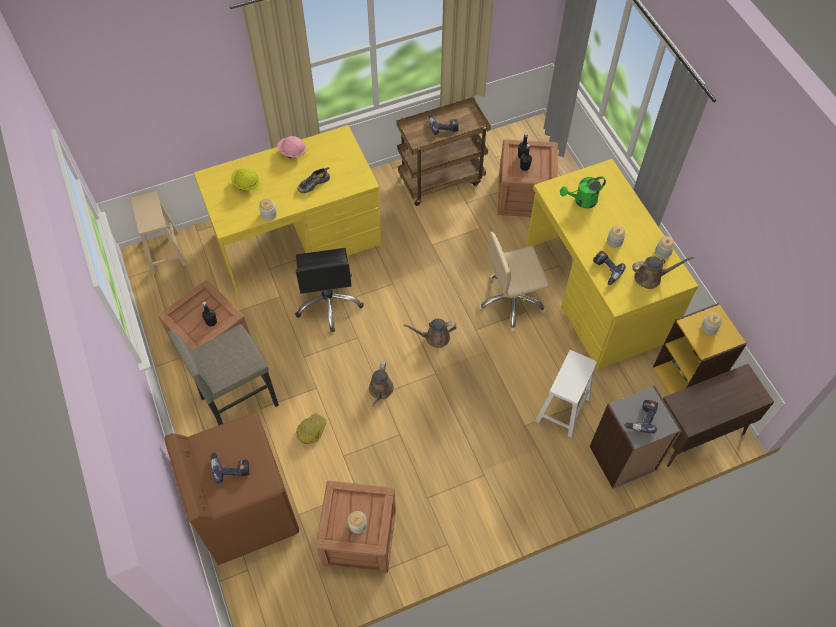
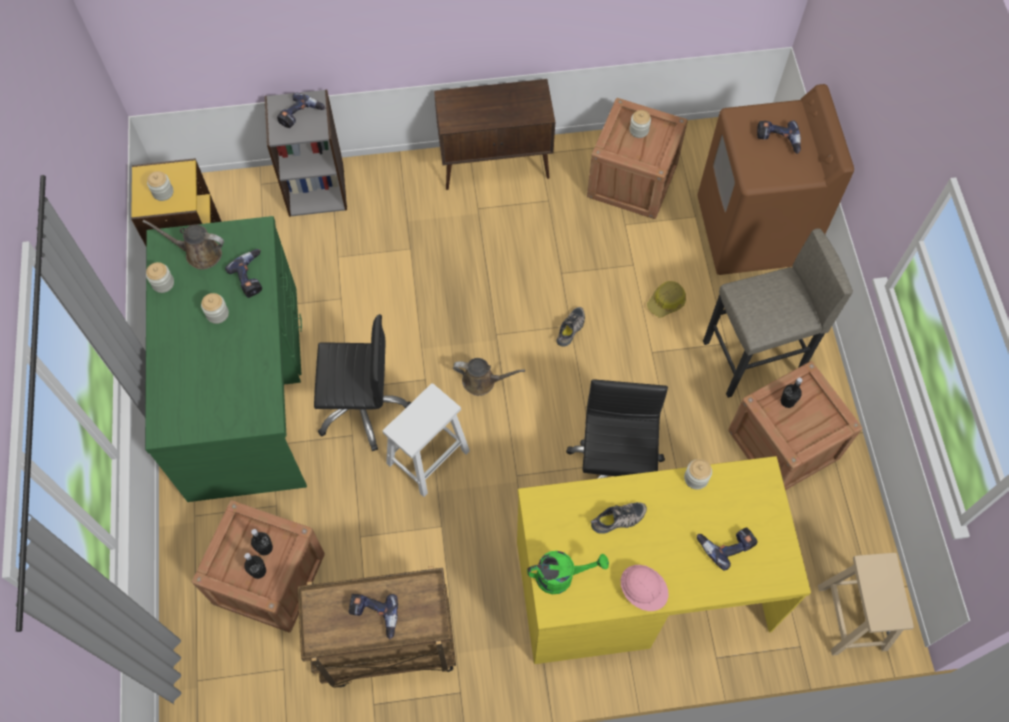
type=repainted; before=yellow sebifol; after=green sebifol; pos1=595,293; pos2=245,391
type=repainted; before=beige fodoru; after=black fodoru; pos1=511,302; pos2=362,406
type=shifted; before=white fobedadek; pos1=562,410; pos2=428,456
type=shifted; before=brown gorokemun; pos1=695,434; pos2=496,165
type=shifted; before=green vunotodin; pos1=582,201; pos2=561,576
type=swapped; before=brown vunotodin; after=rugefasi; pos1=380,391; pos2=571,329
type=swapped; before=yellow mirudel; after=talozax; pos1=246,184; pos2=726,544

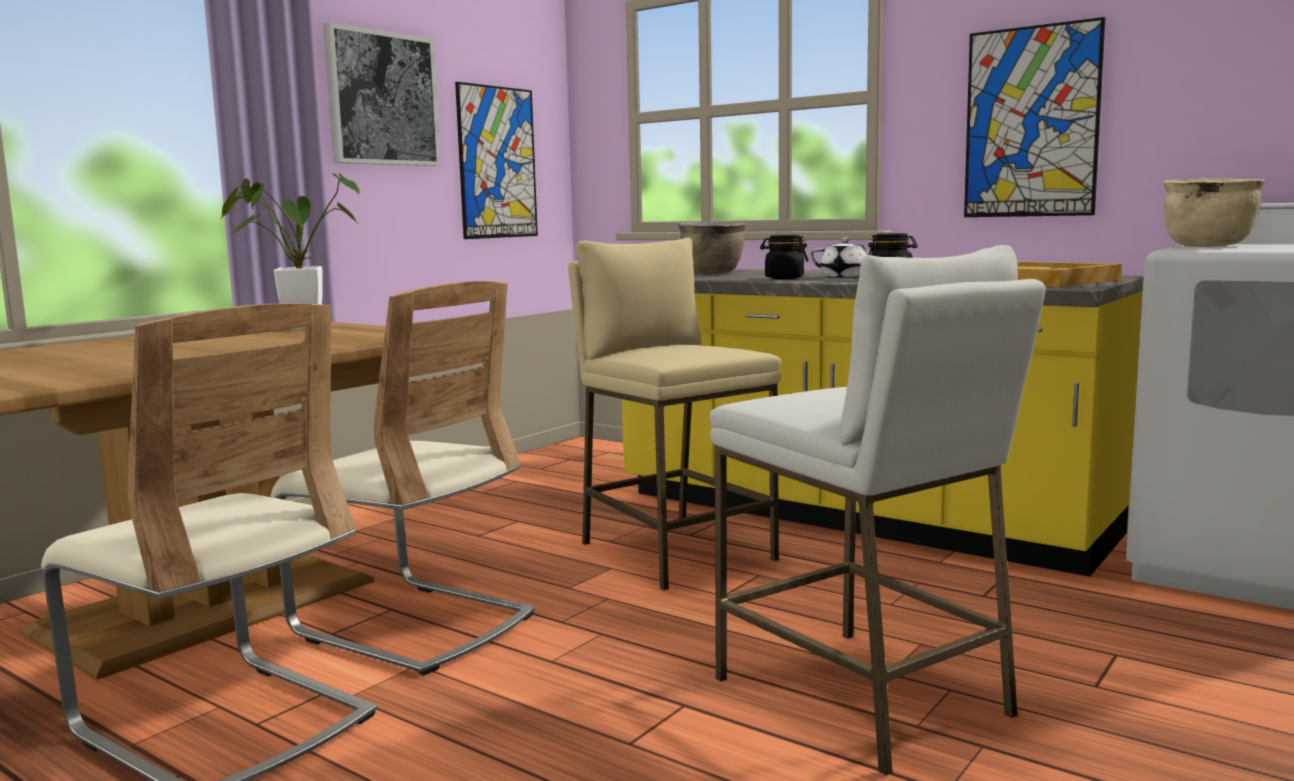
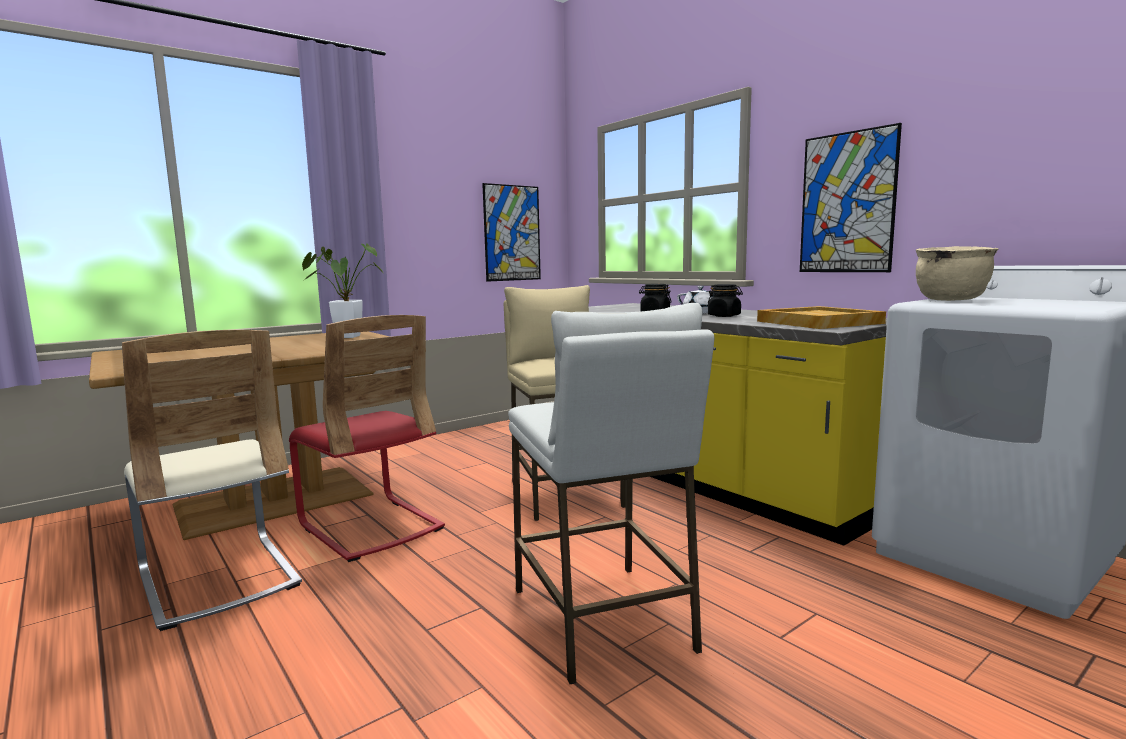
type=repainted; before=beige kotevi; after=red kotevi; pos1=412,625; pos2=370,526
type=gone; before=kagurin; pos1=382,99
type=gone; before=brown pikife; pos1=712,273

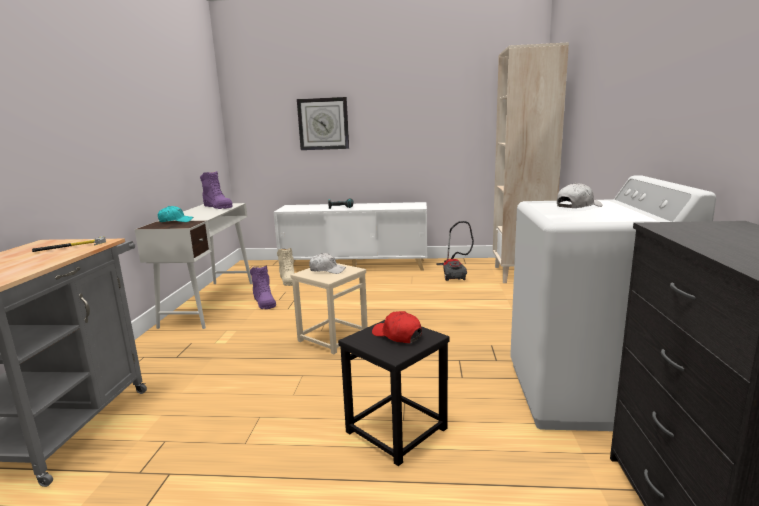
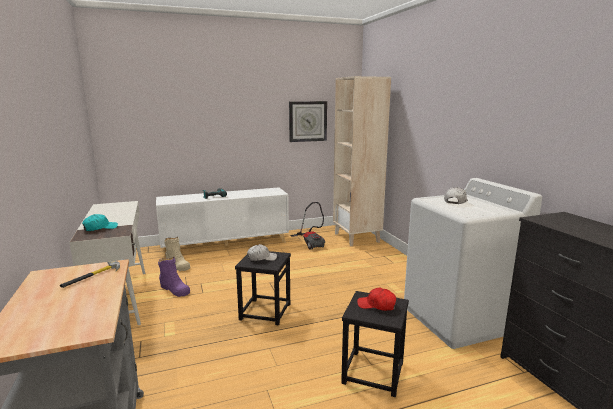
type=repainted; before=beige fobedadek; after=black fobedadek; pos1=332,337; pos2=265,311
type=shifted; before=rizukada; pos1=323,124; pos2=307,121
type=gone; before=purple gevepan; pos1=217,206

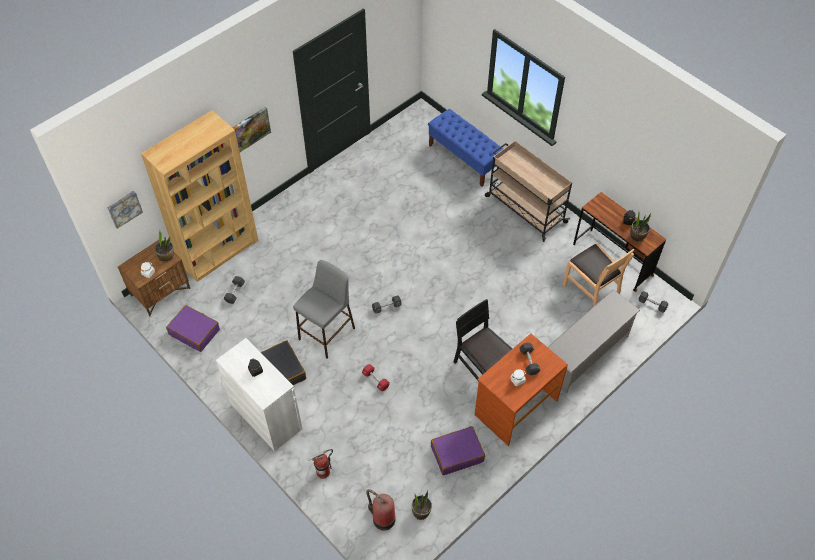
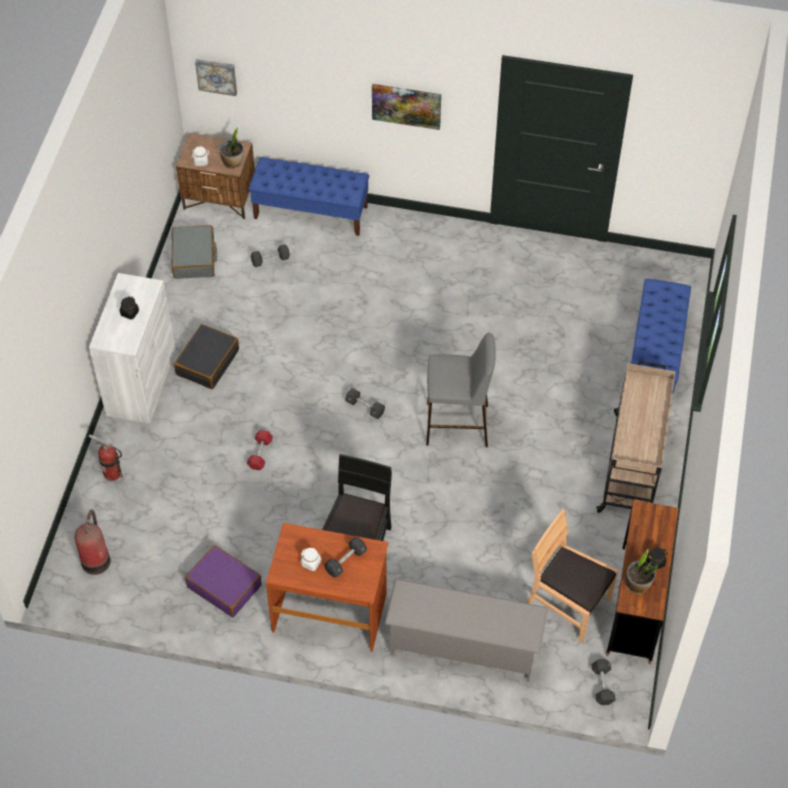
type=repainted; before=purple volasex; after=grey volasex; pos1=194,332; pos2=194,258
type=swapped; before=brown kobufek; after=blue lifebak; pos1=219,251; pos2=311,212
type=shifted; before=grey fobedadek; pos1=327,333; pos2=457,425
type=rotated; before=brown kotevi; pos1=591,289; pos2=568,604; turn=105
type=gone; before=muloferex; pos1=421,512

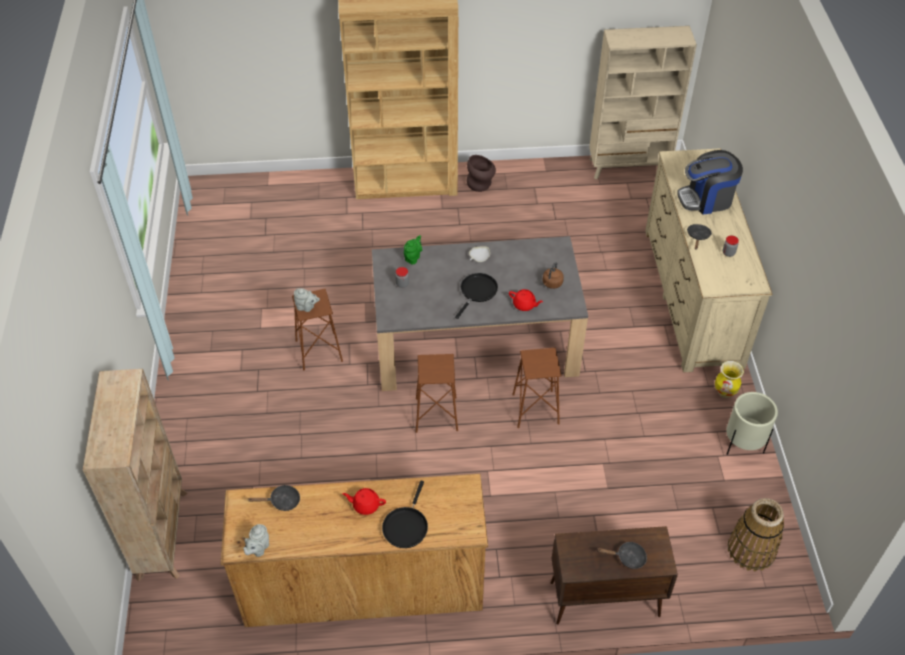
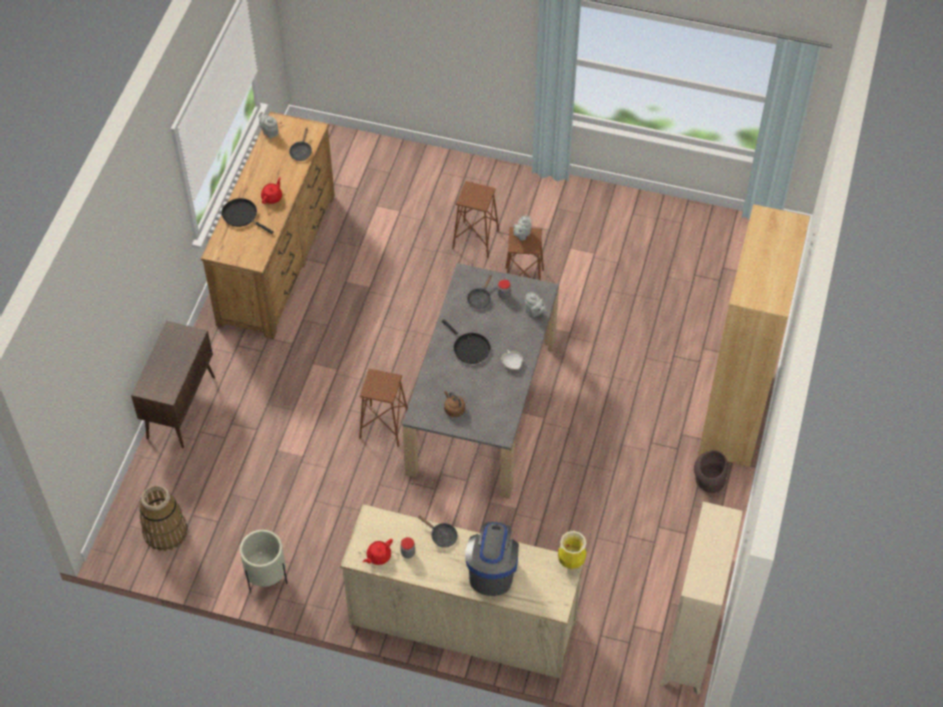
type=shifted; before=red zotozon; pos1=524,305; pos2=378,556
type=shifted; before=brown fobedadek; pos1=436,414; pos2=475,239
type=shifted; before=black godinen; pos1=628,557; pos2=480,299
type=repainted; before=green zotozon; after=grey zotozon; pos1=413,257; pos2=534,312
type=shifted; before=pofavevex; pos1=725,392; pos2=571,563
type=gone; before=beige kobufek; pos1=163,534

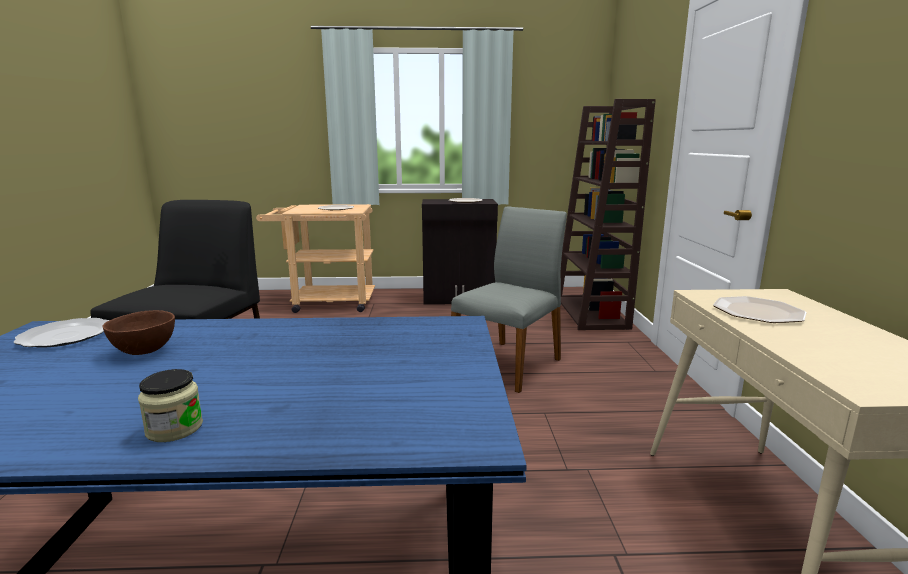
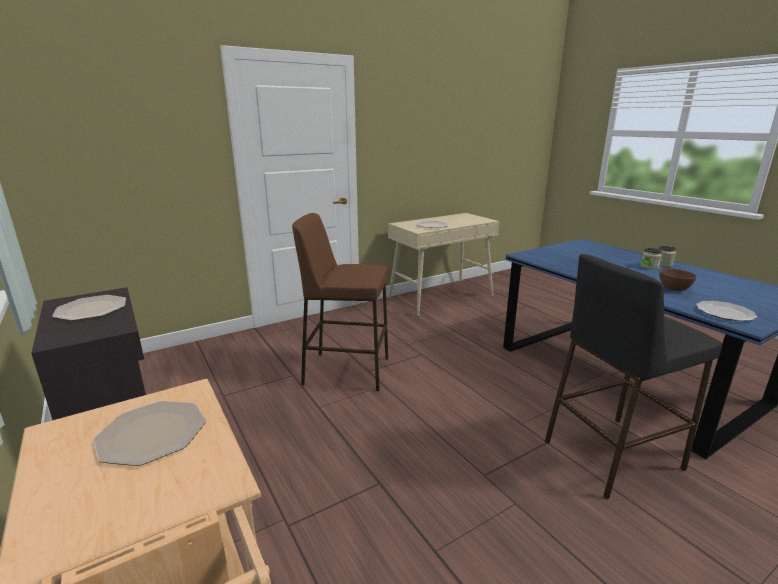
type=swapped; before=grey kotevi; after=brown fobedadek; pos1=508,364; pos2=346,371
type=new; after=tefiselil; pos2=649,266
type=gone; before=brown kobufek; pos1=591,313

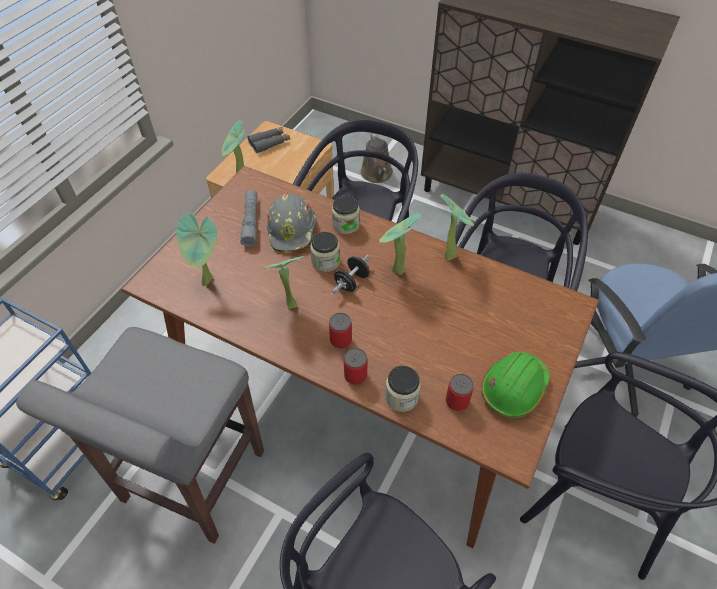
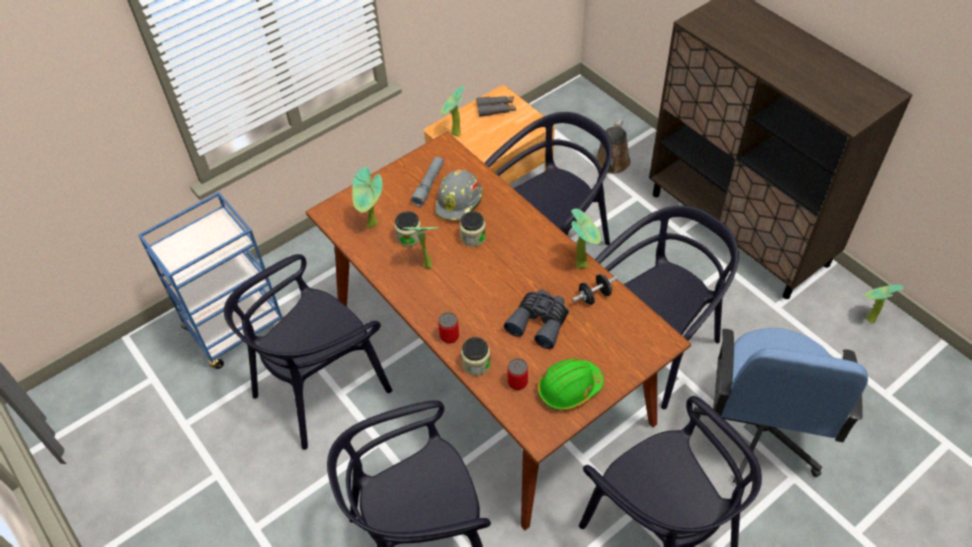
type=swapped; before=grey fobedadek; after=black kotevi; pos1=192,477; pos2=321,388
type=shifted; before=tefiselil; pos1=346,225; pos2=409,237
type=new; after=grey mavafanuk; pos2=539,322
type=shifted; before=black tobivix; pos1=352,282; pos2=594,296
type=shifted; before=muloferex; pos1=395,271; pos2=867,319
type=gone; before=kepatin; pos1=340,340

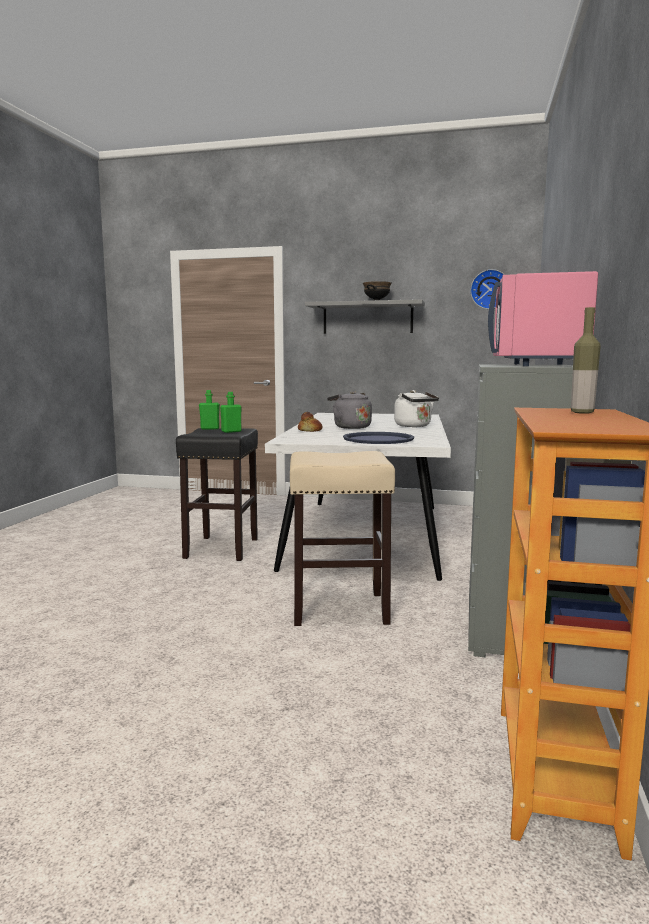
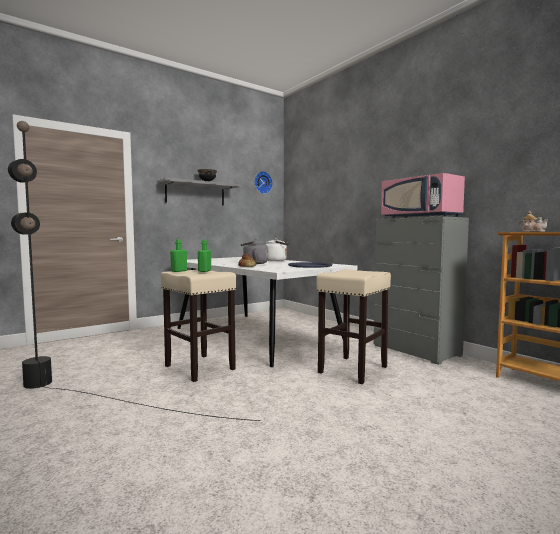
type=new; after=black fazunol; pos2=89,393
type=repainted; before=black fobedadek; after=beige fobedadek; pos1=222,548; pos2=199,367
type=swapped; before=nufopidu; after=zotozon; pos1=582,412; pos2=533,231

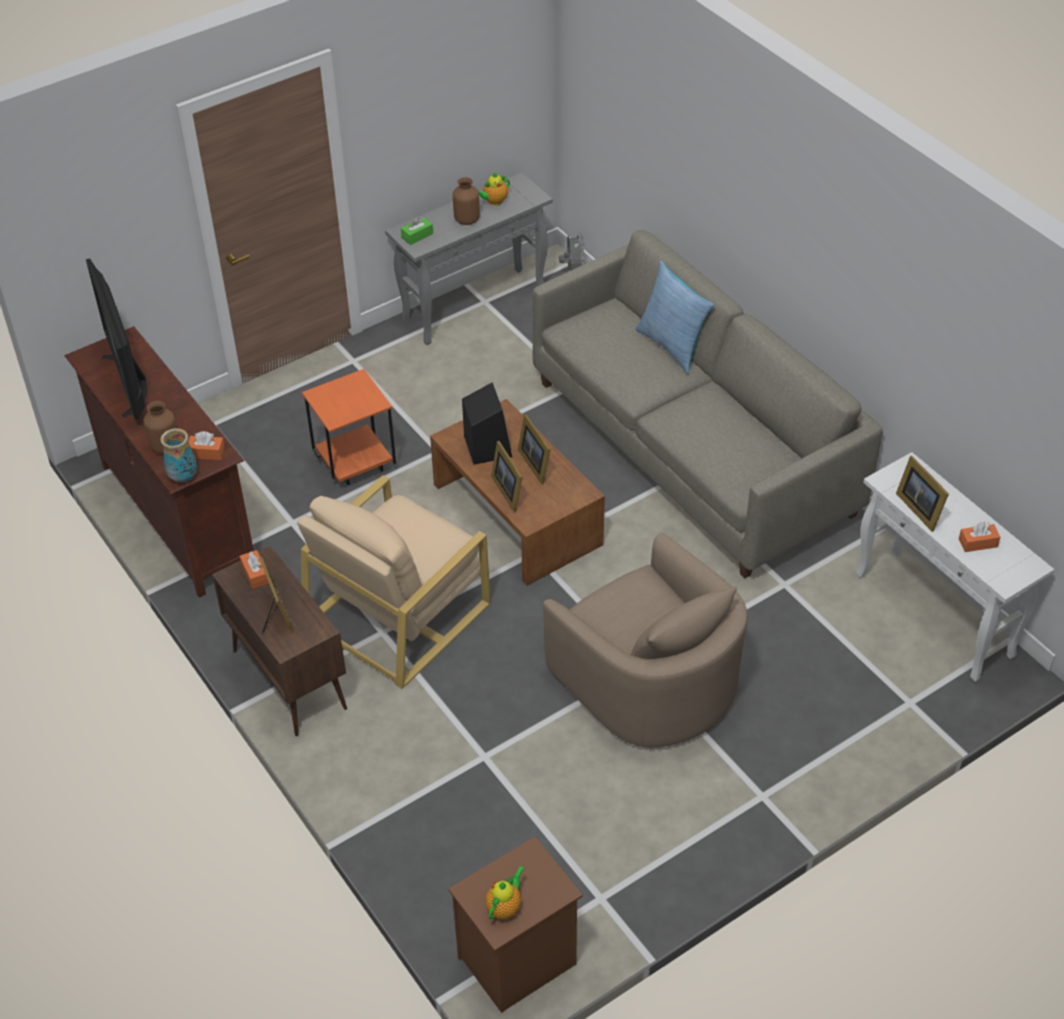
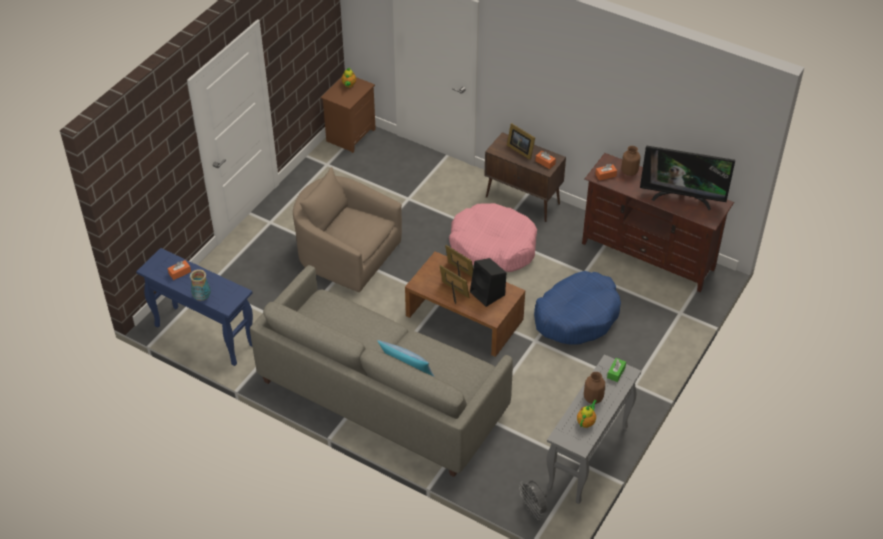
type=repainted; before=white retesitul; after=blue retesitul; pos1=935,616; pos2=203,335
type=shifted; before=pofavevex; pos1=183,477; pos2=202,298
type=swapped; before=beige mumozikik; after=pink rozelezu; pos1=398,612; pos2=493,246
type=swapped; before=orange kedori; after=blue rozelezu; pos1=355,465; pos2=577,316
type=rotated; before=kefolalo; pos1=130,382; pos2=682,198; turn=150
type=gone; before=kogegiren; pos1=919,508

